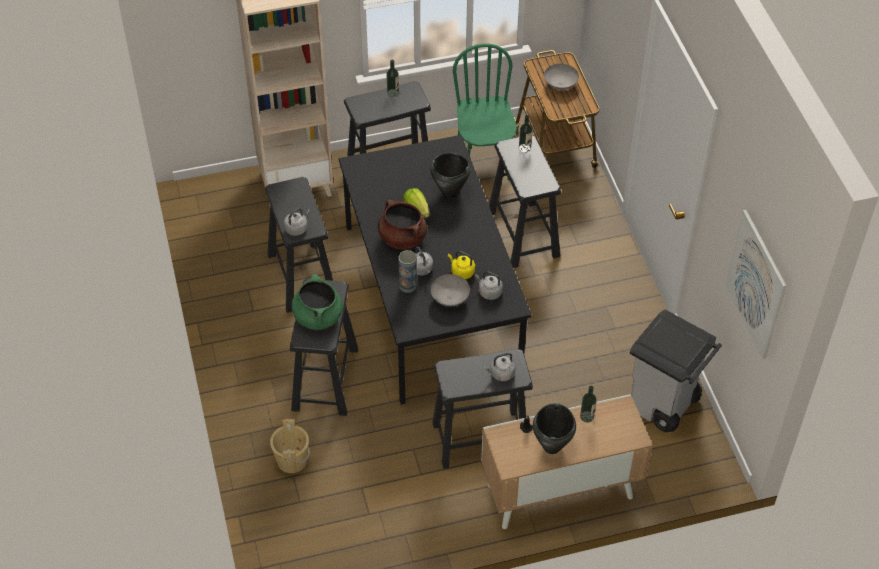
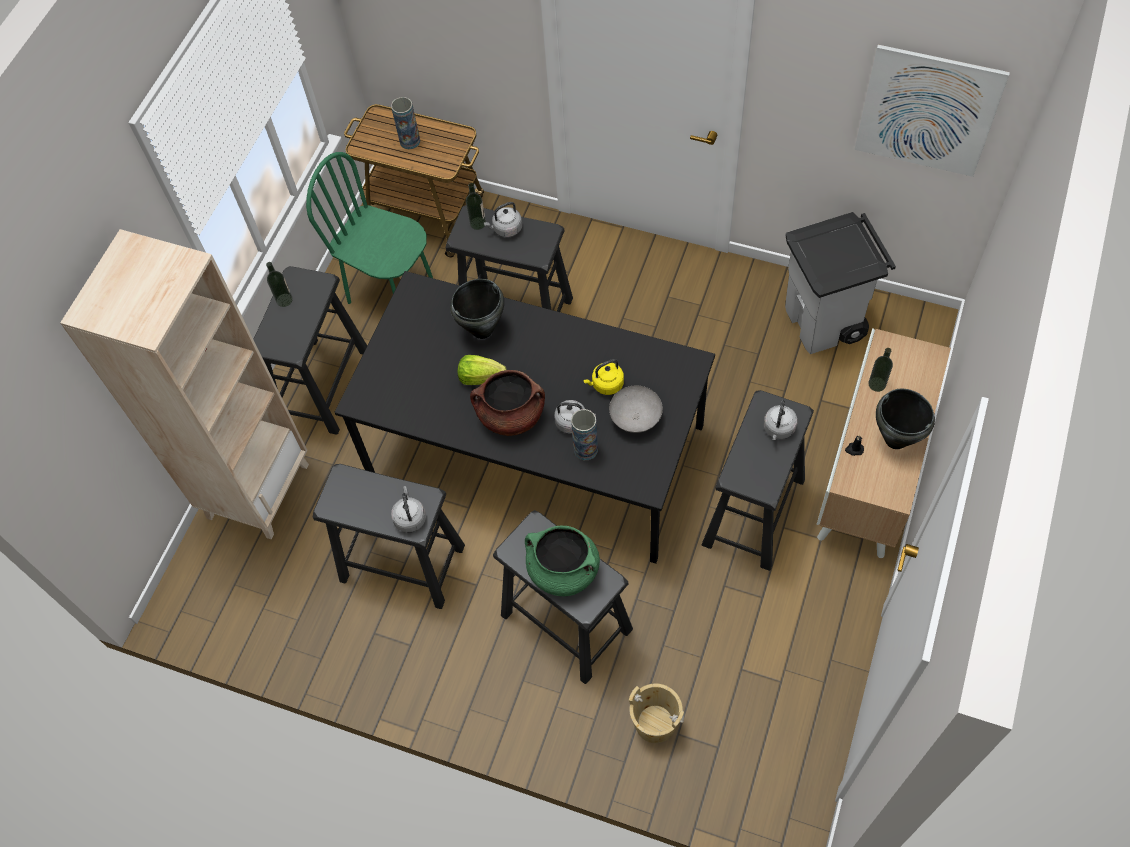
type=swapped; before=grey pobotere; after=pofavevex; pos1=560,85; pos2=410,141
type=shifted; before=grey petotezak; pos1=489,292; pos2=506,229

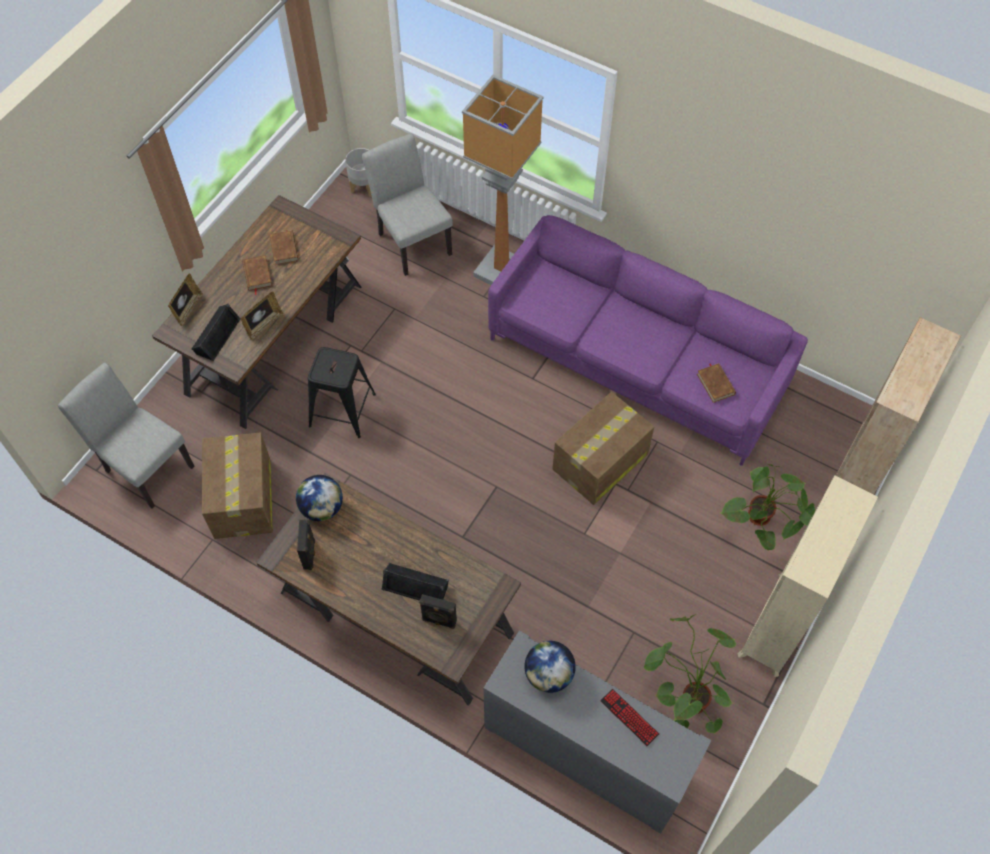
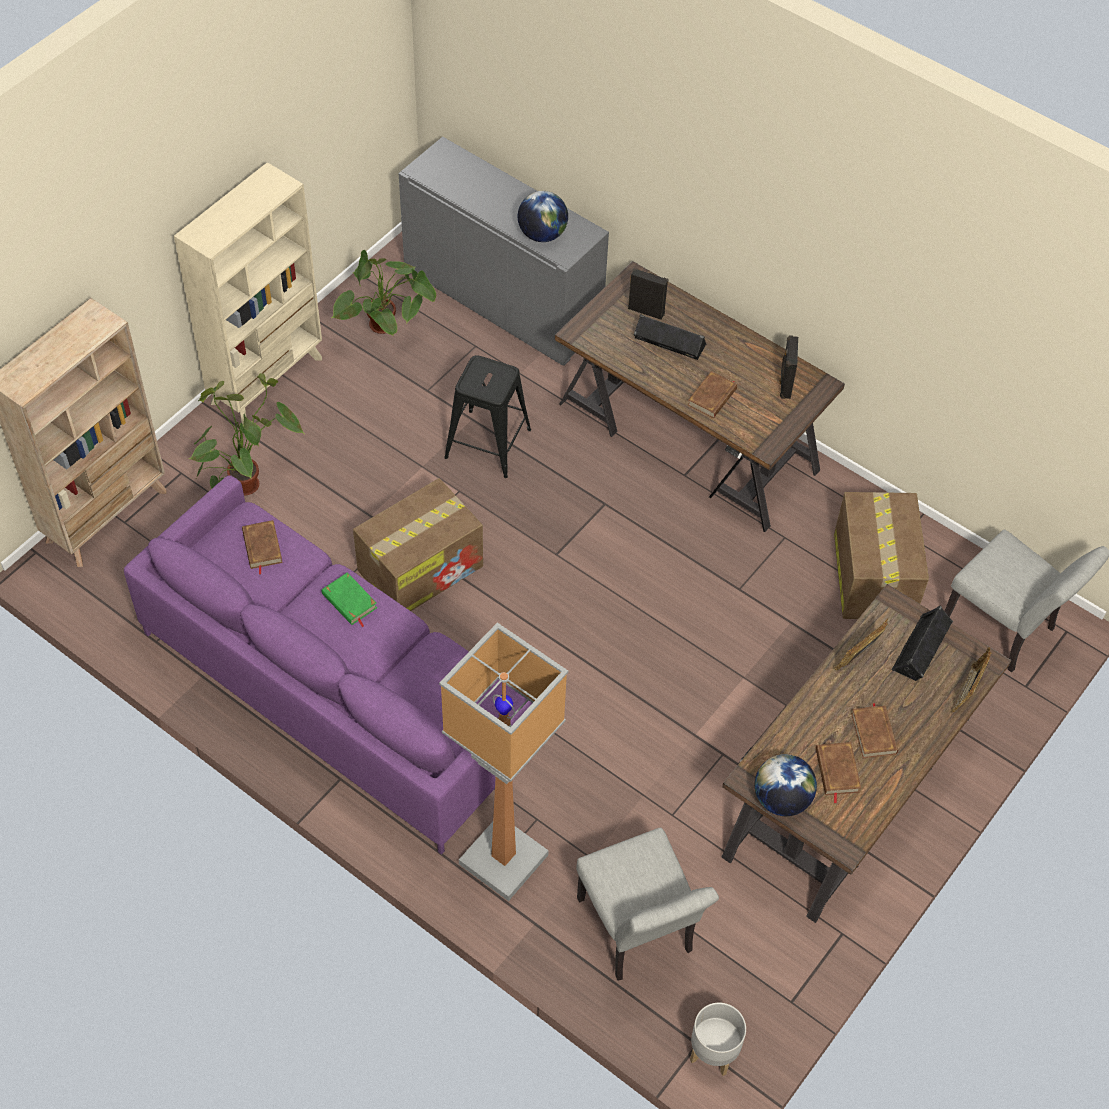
type=new; after=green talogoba; pos2=349,601
type=shifted; before=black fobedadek; pos1=342,409; pos2=488,444
type=new; after=brown talogoba; pos2=712,397
type=shifted; before=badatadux; pos1=322,508; pos2=781,799
type=gone; before=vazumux; pos1=629,717

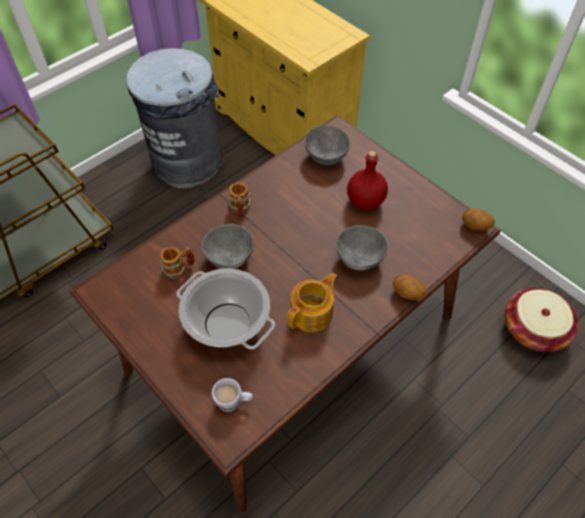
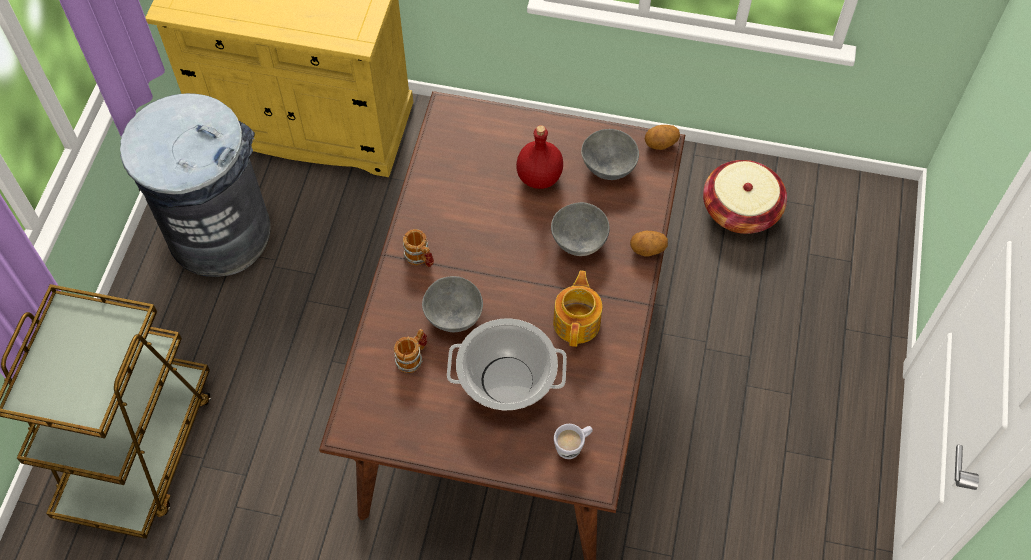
type=shifted; before=grey pobotere; pos1=326,156; pos2=608,166

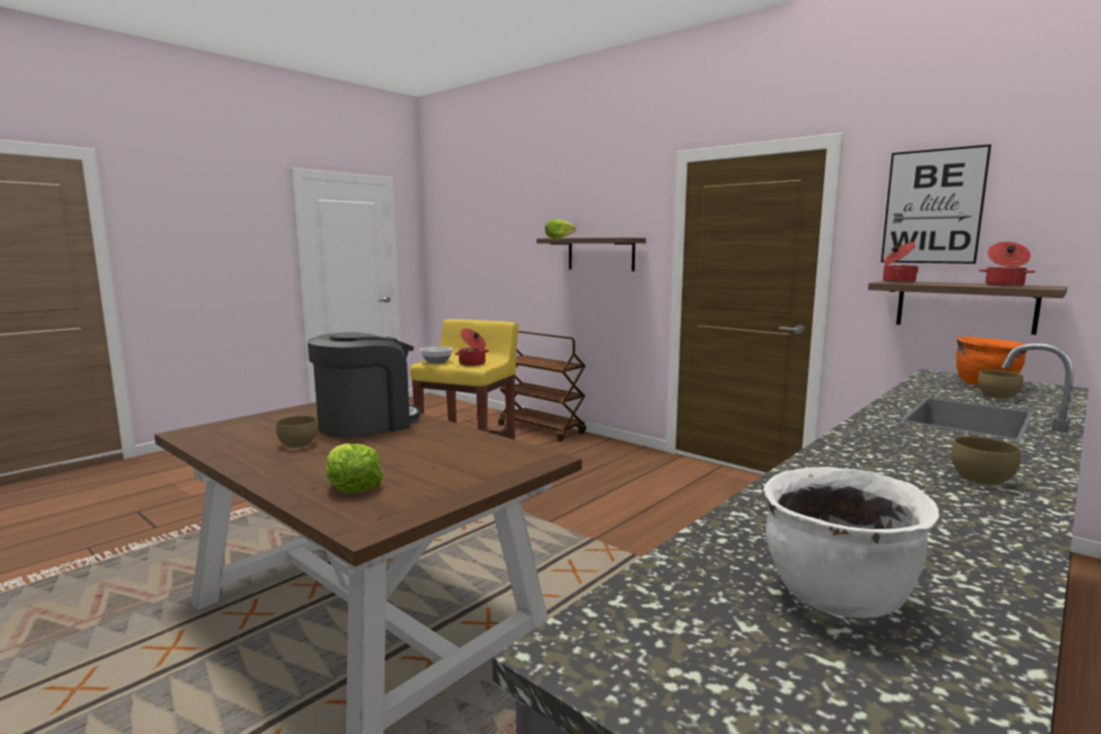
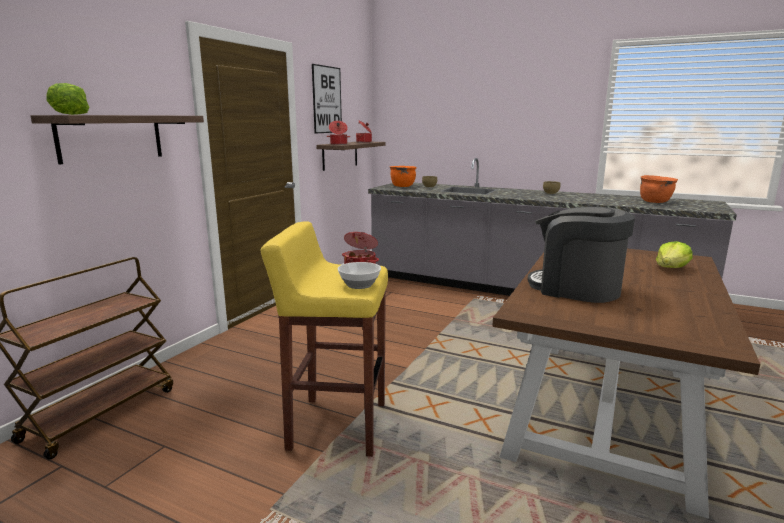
type=repainted; before=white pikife; after=orange pikife; pos1=837,598; pos2=655,202
type=gone; before=brown pobotere; pos1=299,445

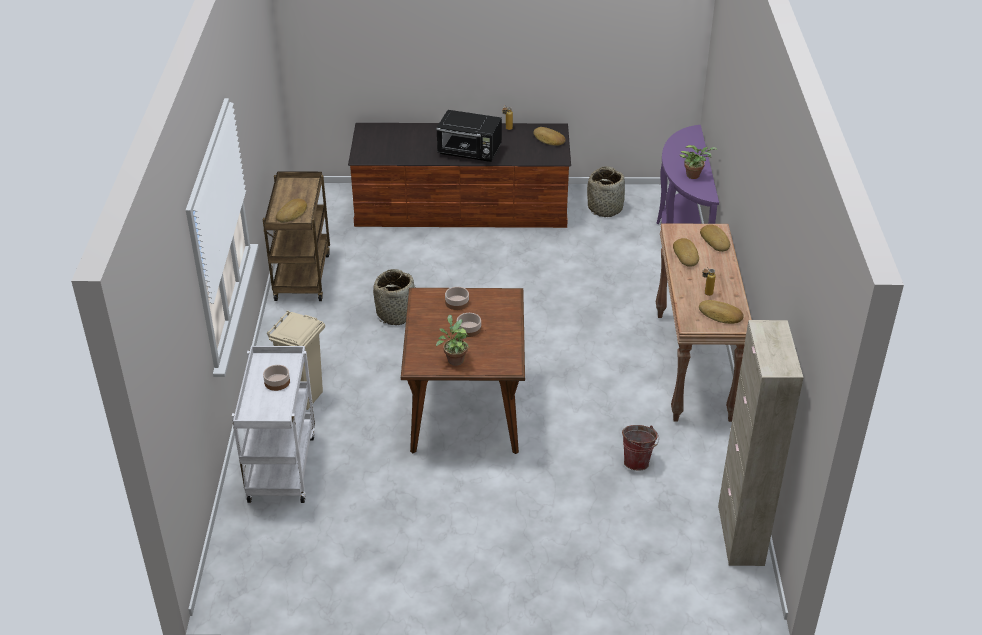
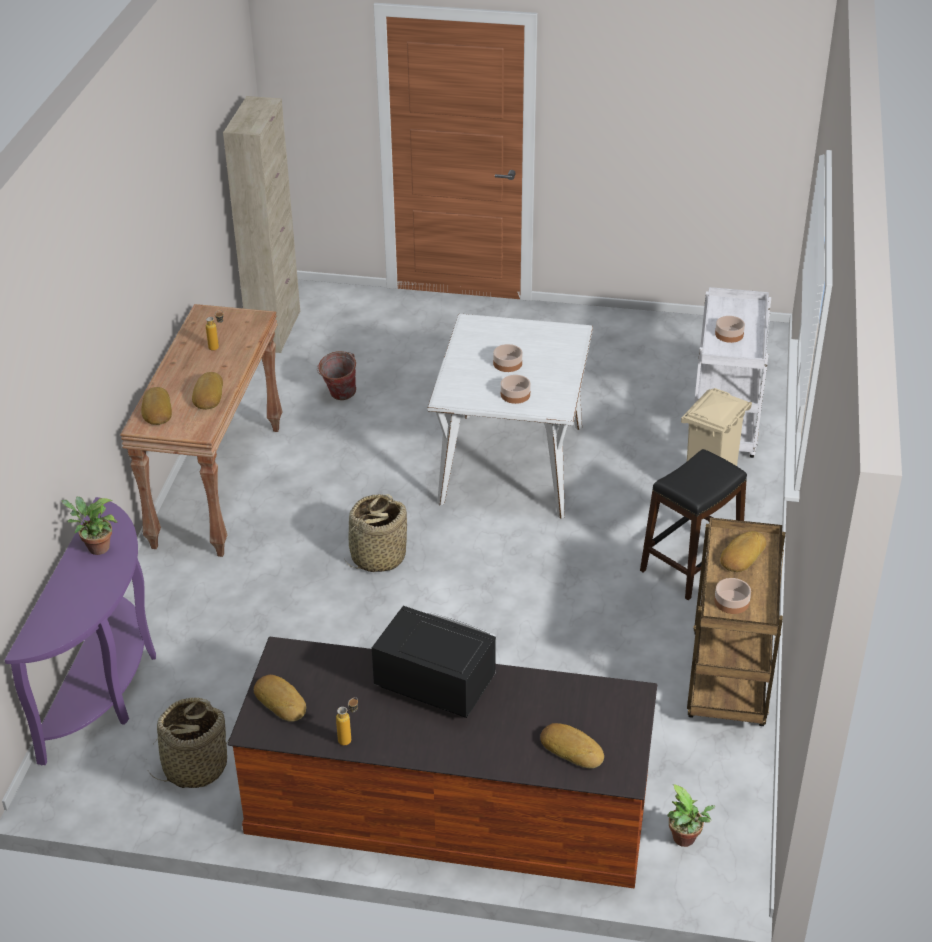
type=shifted; before=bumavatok; pos1=396,313; pos2=377,557
type=repainted; before=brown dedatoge; after=white dedatoge; pos1=466,409; pos2=511,464
type=shifted; before=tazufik; pos1=720,315; pos2=572,749
type=new; after=black fobedadek; pos2=691,565
type=shifted; before=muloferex; pos1=454,359; pos2=686,840
type=new; after=pobotere; pos2=732,601

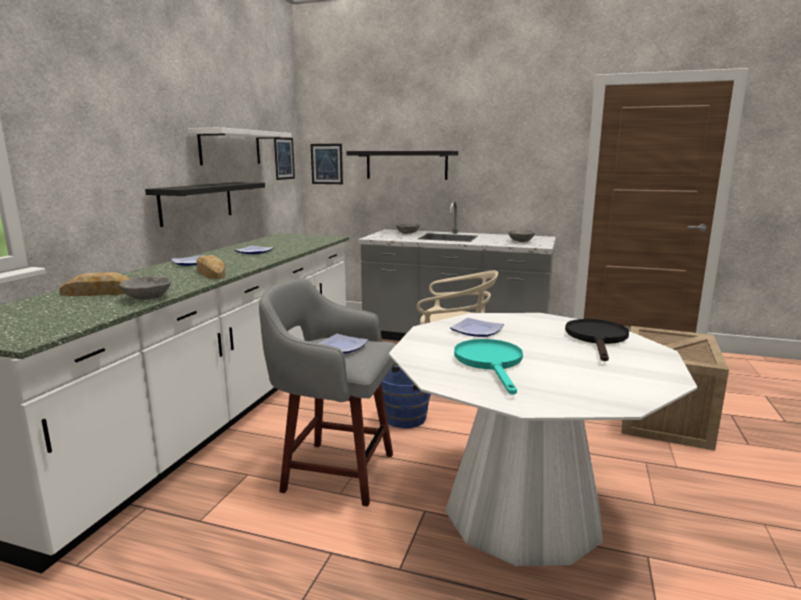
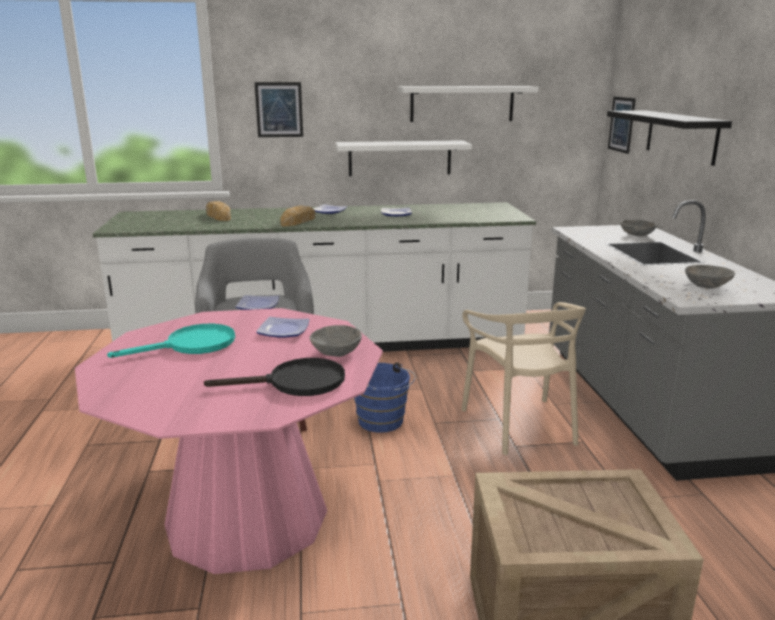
type=repainted; before=white dedatoge; after=pink dedatoge; pos1=523,511; pos2=247,517
type=shifted; before=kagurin; pos1=284,158; pos2=279,109
type=shifted; before=grey pobotere; pos1=147,298; pos2=336,352
type=repainted; before=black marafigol; after=white marafigol; pos1=196,202; pos2=400,158

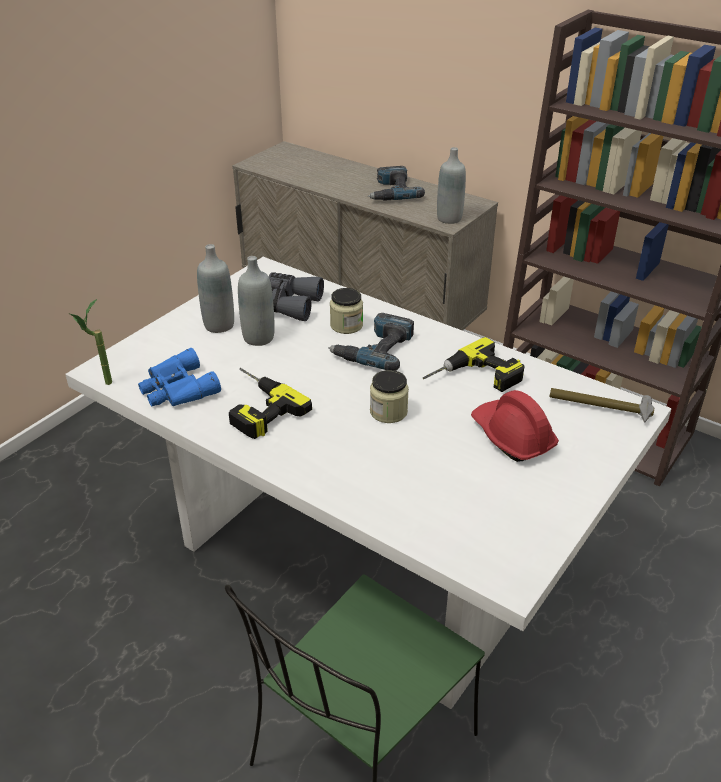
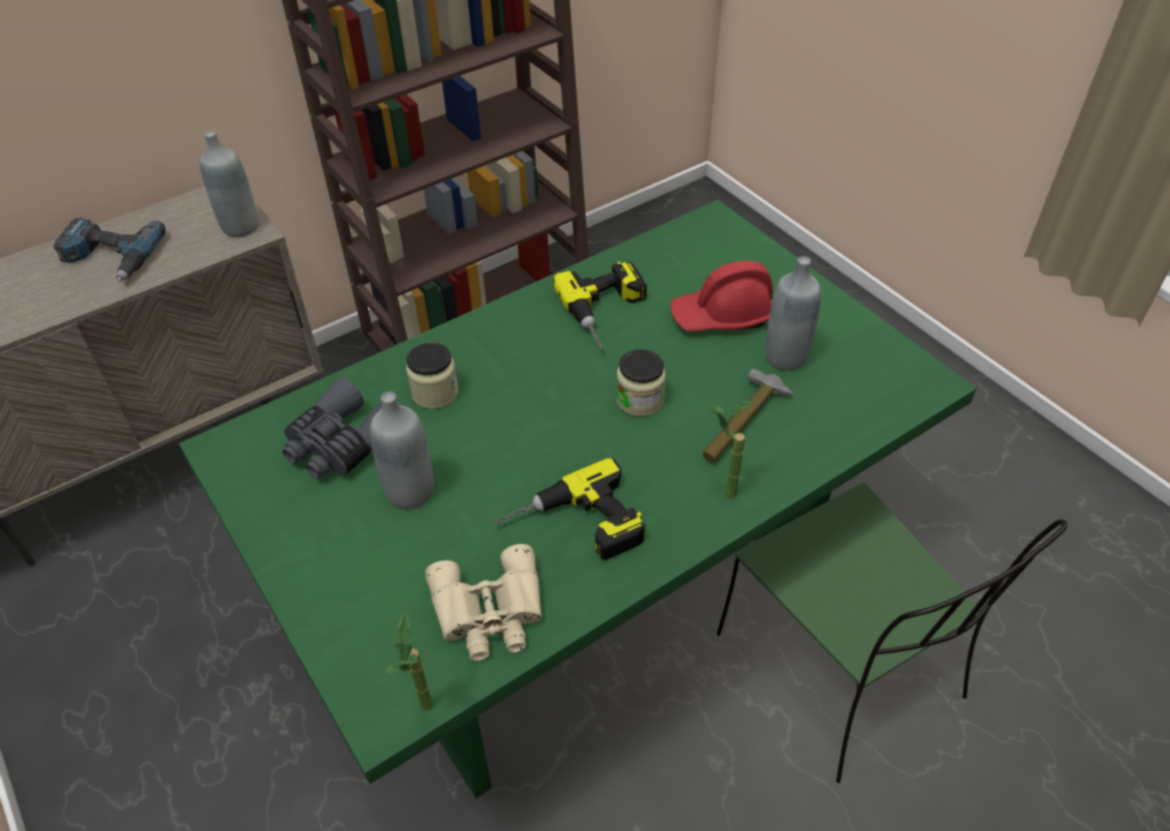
type=repainted; before=white dedatoge; after=green dedatoge; pos1=362,561; pos2=589,594
type=repainted; before=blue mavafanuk; after=beige mavafanuk; pos1=177,389; pos2=490,613
type=shifted; before=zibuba; pos1=599,408; pos2=742,423
type=new; after=muloferex; pos2=720,493
type=shifted; before=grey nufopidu; pos1=219,325; pos2=786,357
type=gone; before=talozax; pos1=375,349

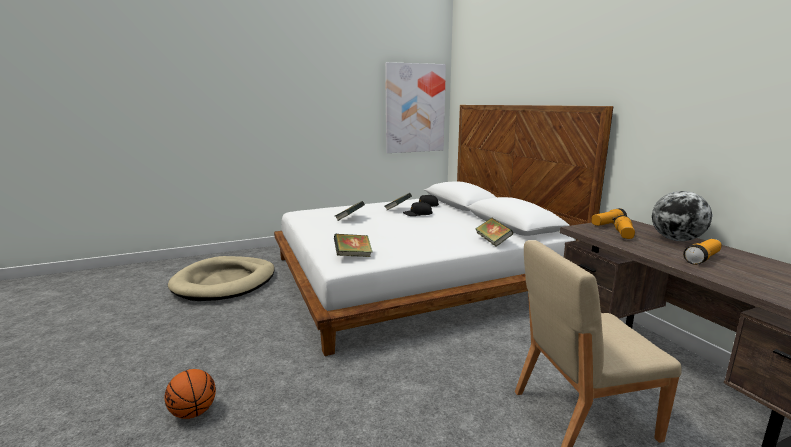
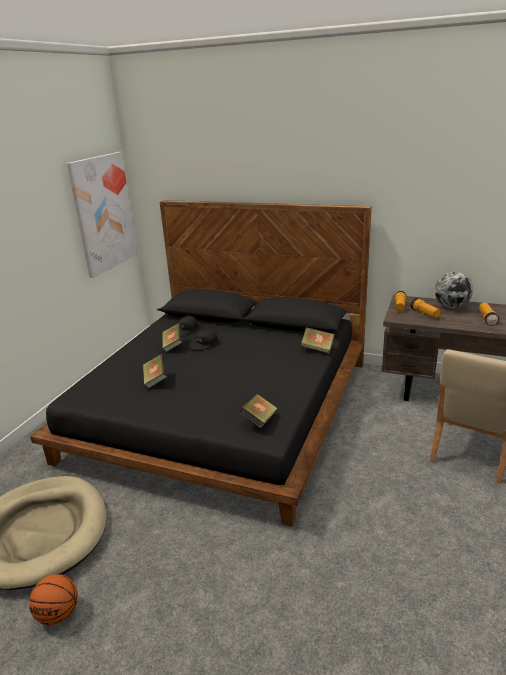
type=shifted; before=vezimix; pos1=193,412; pos2=58,614
type=repainted; before=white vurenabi; after=black vurenabi; pos1=413,275; pos2=222,408

